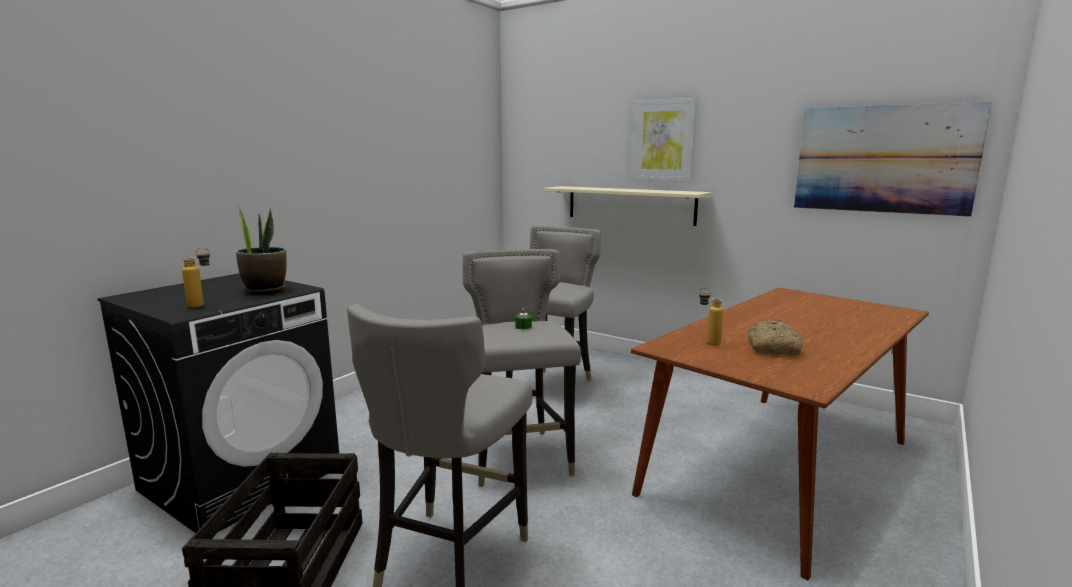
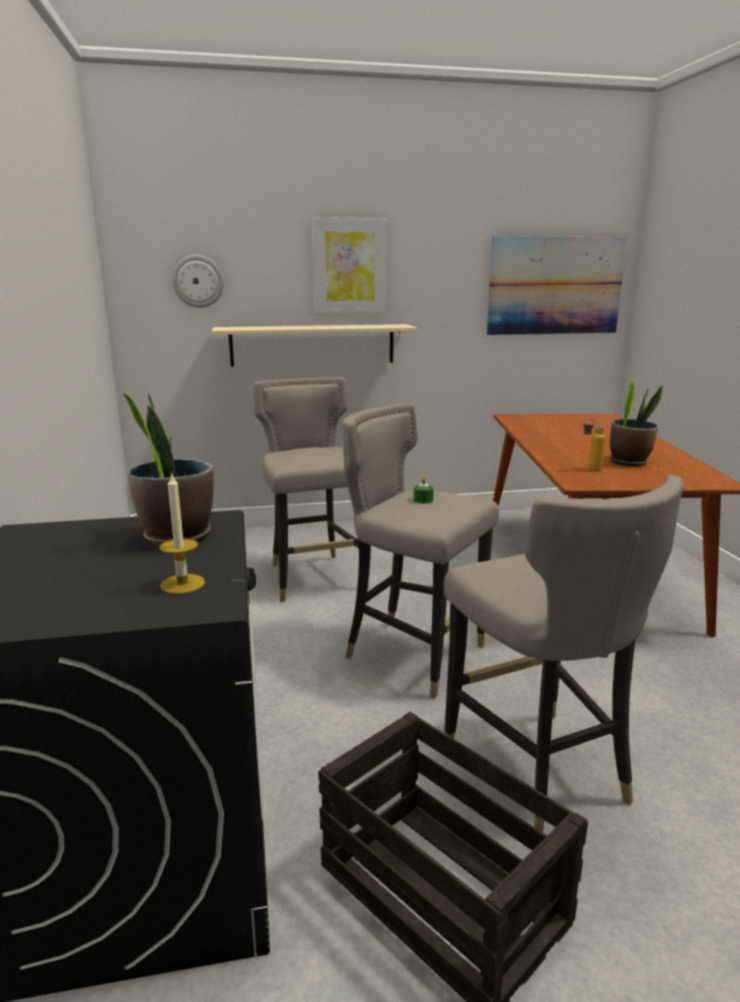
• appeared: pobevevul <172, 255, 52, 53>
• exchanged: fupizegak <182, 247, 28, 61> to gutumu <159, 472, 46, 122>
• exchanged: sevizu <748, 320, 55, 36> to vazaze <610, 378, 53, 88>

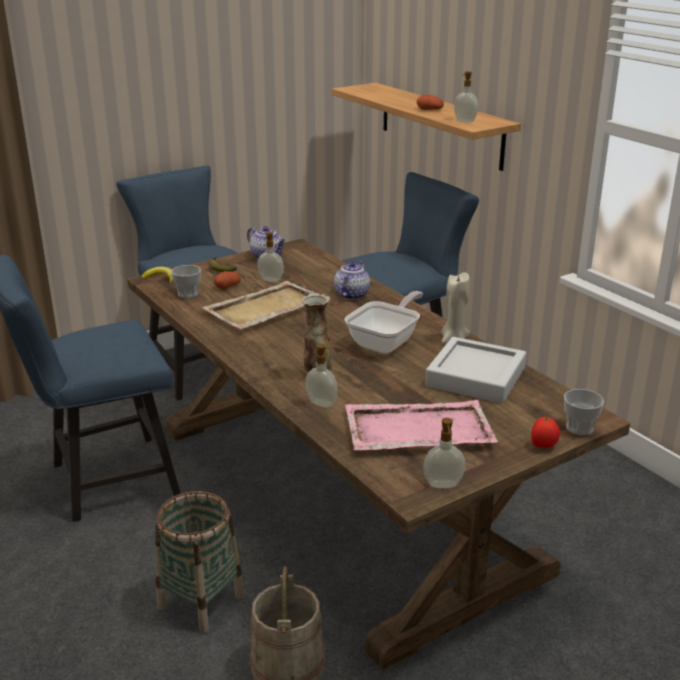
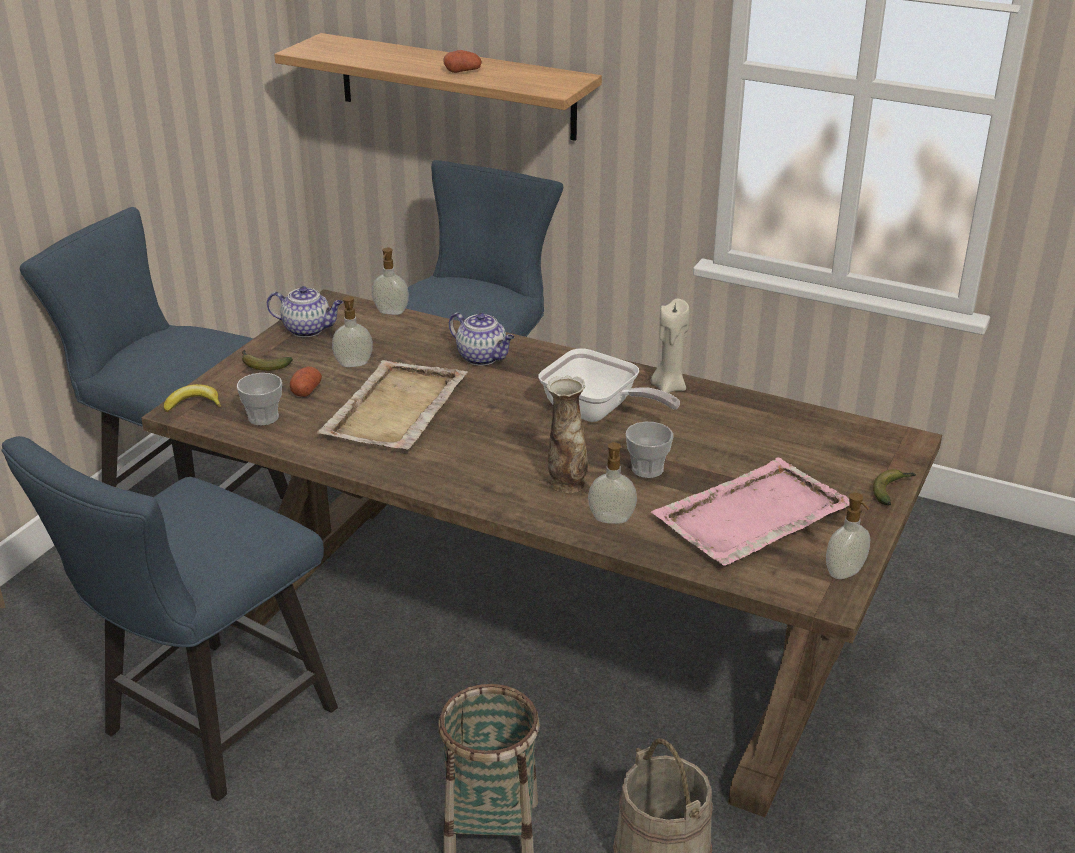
• missing: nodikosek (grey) <425, 337, 101, 67>
• relocated: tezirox <454, 71, 24, 52> to <372, 248, 37, 67>
• relocated: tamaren <564, 389, 40, 46> to <626, 422, 47, 56>
• exchanged: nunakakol <531, 417, 29, 31> to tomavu <873, 469, 43, 36>
• spun: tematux <334, 261, 36, 39> = <449, 312, 66, 54> 135 degrees clockwise
• spun: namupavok <345, 291, 78, 63> = <538, 348, 142, 74> 120 degrees clockwise

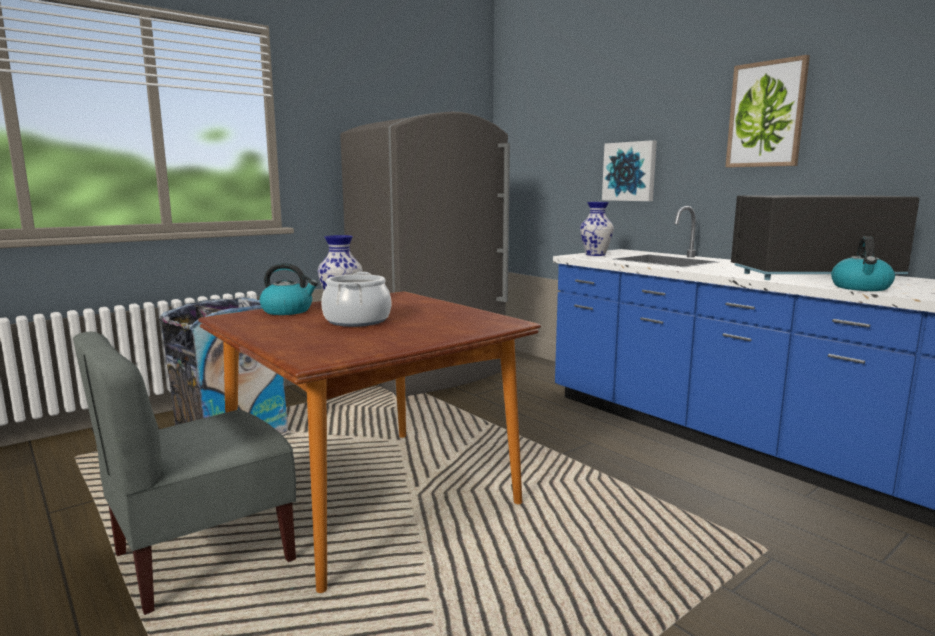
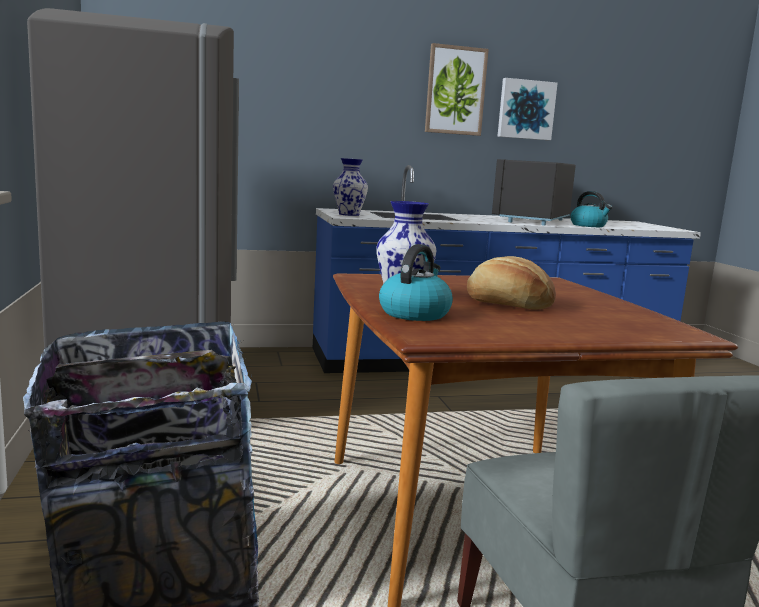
• relocated: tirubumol <602, 140, 55, 61> to <497, 78, 61, 62>
• exchanged: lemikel <321, 272, 70, 55> to sevizu <467, 256, 89, 54>

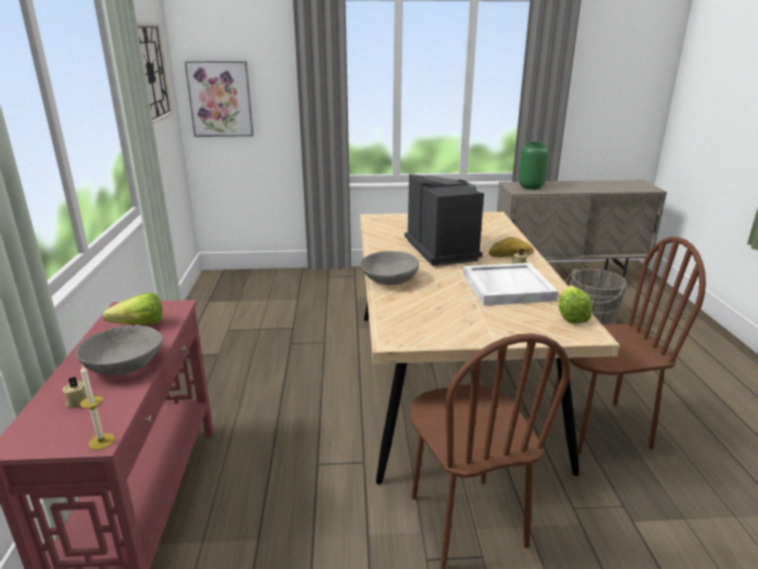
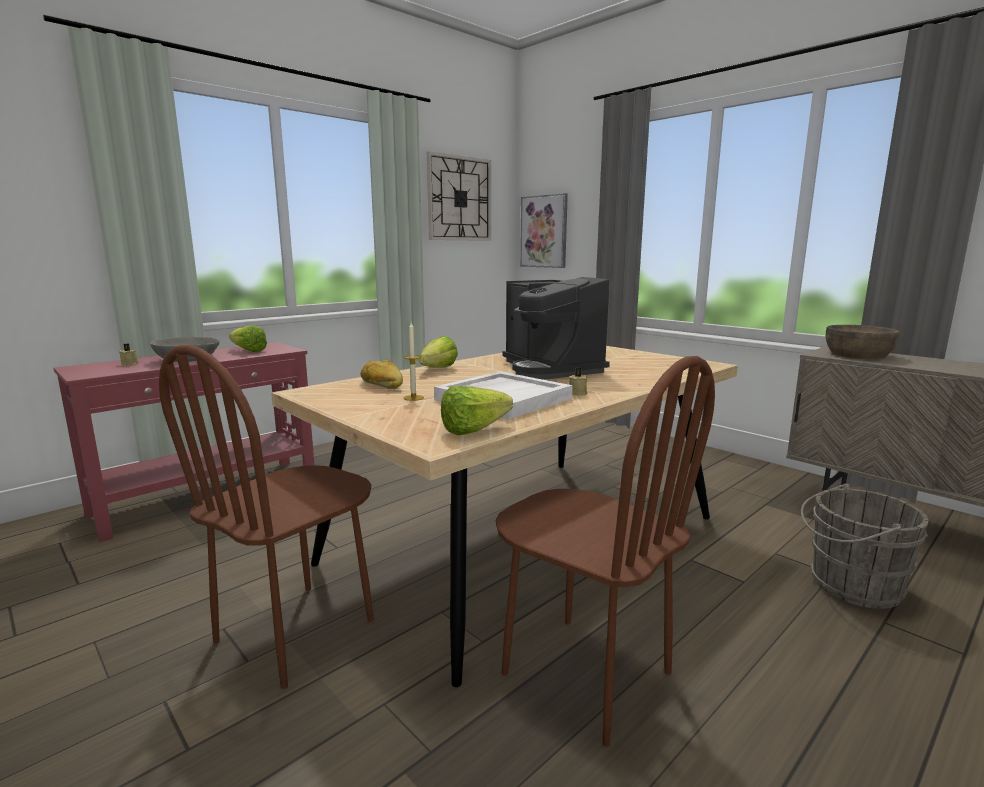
• relocated: gutumu <80, 365, 35, 85> to <403, 322, 21, 79>
• relocated: sevizu <489, 237, 45, 20> to <360, 360, 43, 29>
• exchanged: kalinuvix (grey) <360, 251, 59, 34> to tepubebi <419, 336, 39, 32>
• exchanged: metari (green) <519, 142, 30, 48> to kalinuvix (brown) <826, 325, 73, 34>
• spun: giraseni <405, 174, 79, 92> = <503, 277, 107, 103> 120 degrees clockwise

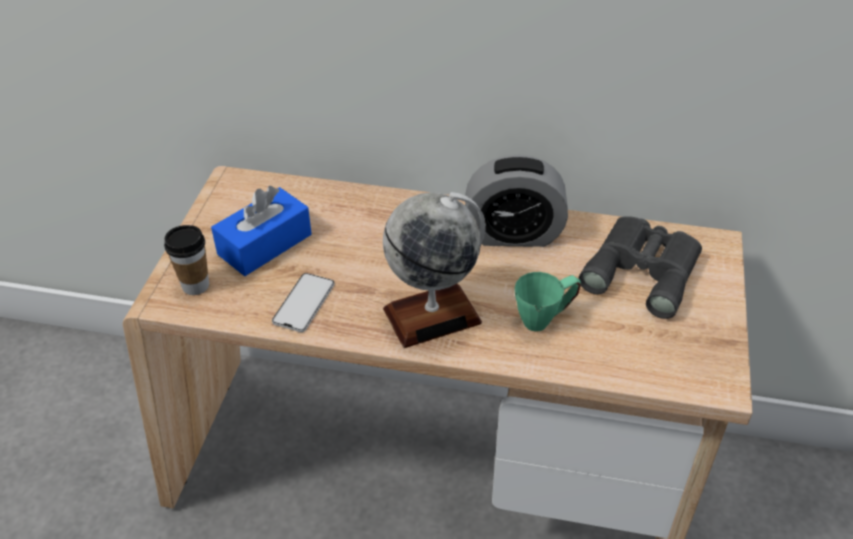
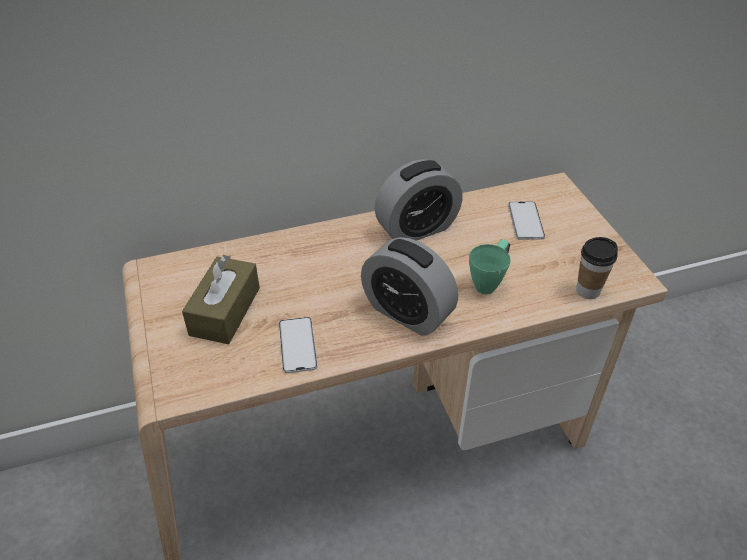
• relocated: tamaren <164, 225, 45, 70> to <576, 237, 42, 62>
• exchanged: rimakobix <383, 192, 103, 156> to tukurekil <361, 237, 97, 99>
• exchanged: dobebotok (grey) <579, 216, 123, 103> to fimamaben <508, 201, 37, 39>
• colour: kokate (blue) <211, 186, 101, 90> to kokate (brown) <182, 255, 78, 89>

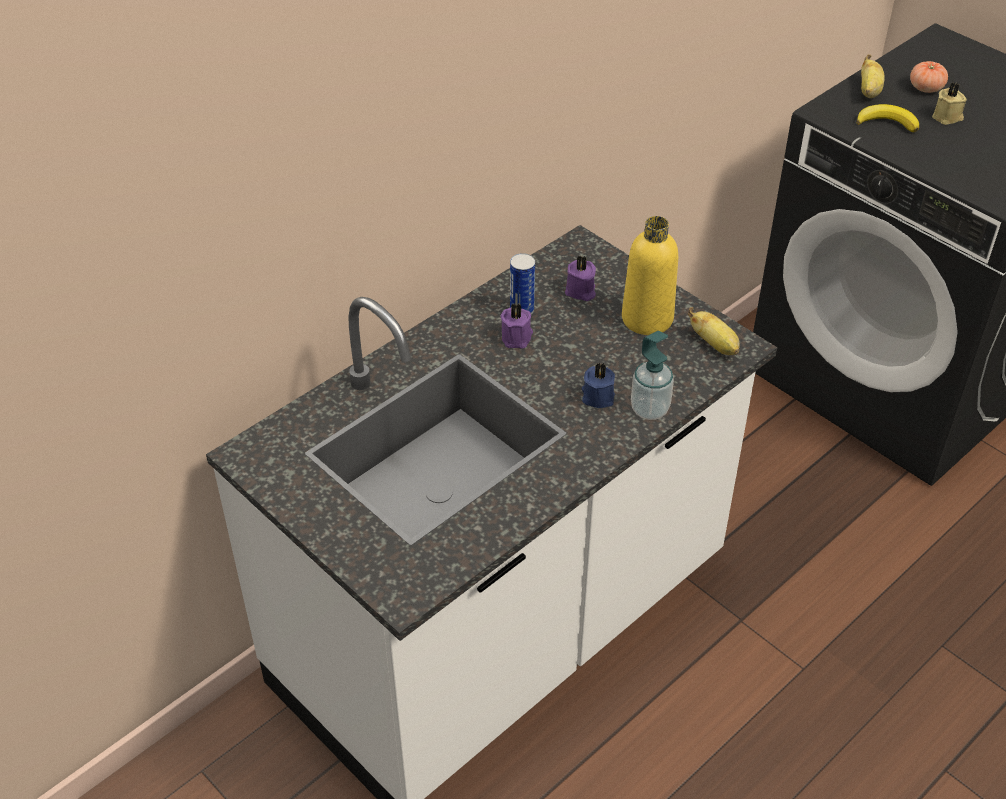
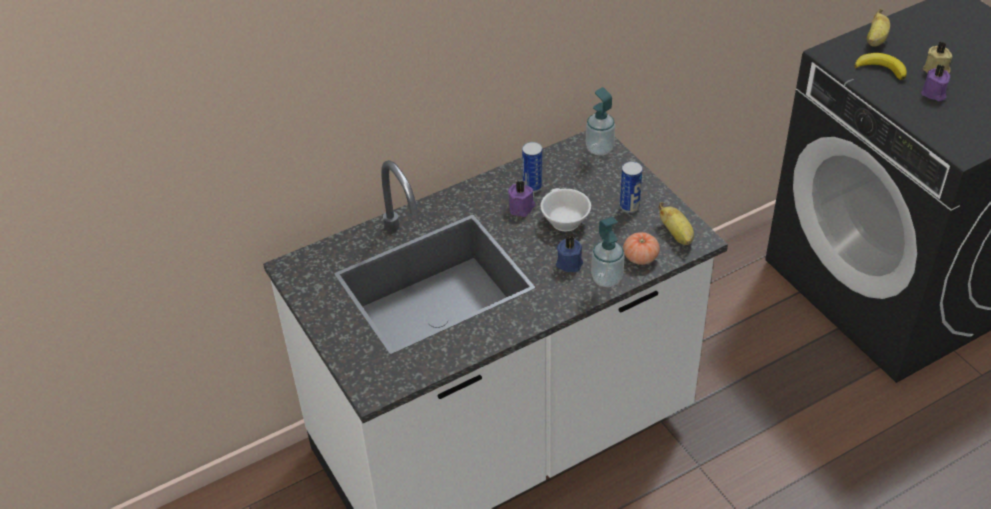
• appeared: tamaren (white) <540, 188, 51, 43>
• appeared: tezirox <586, 87, 29, 69>
• relocated: gutumu (purple) <565, 255, 31, 46> to <921, 65, 29, 36>
• relocated: nunakakol <910, 61, 38, 32> to <623, 232, 37, 33>
• exchanged: fupizegak (yellow) <622, 216, 56, 119> to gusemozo <620, 161, 23, 52>

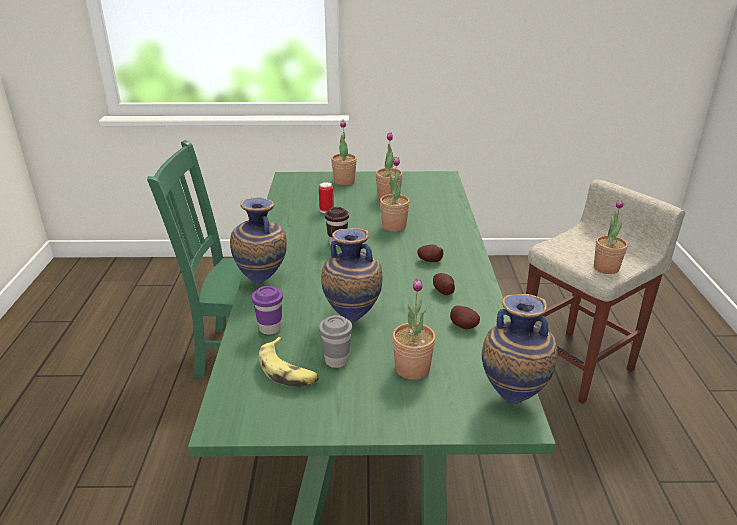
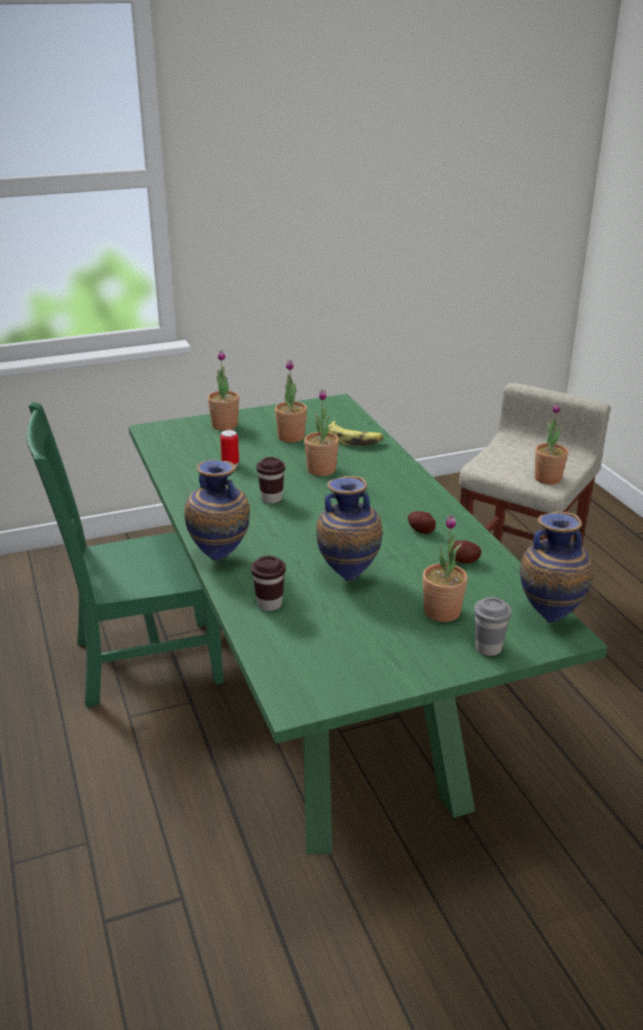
• missing: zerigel <417, 244, 26, 18>
• relocated: tomavu <259, 337, 60, 50> to <328, 421, 55, 25>
• relocated: tamaren (grey) <319, 315, 33, 53> to <474, 597, 38, 59>
• colour: tamaren (purple) <252, 286, 31, 49> to tamaren (brown) <251, 556, 35, 55>

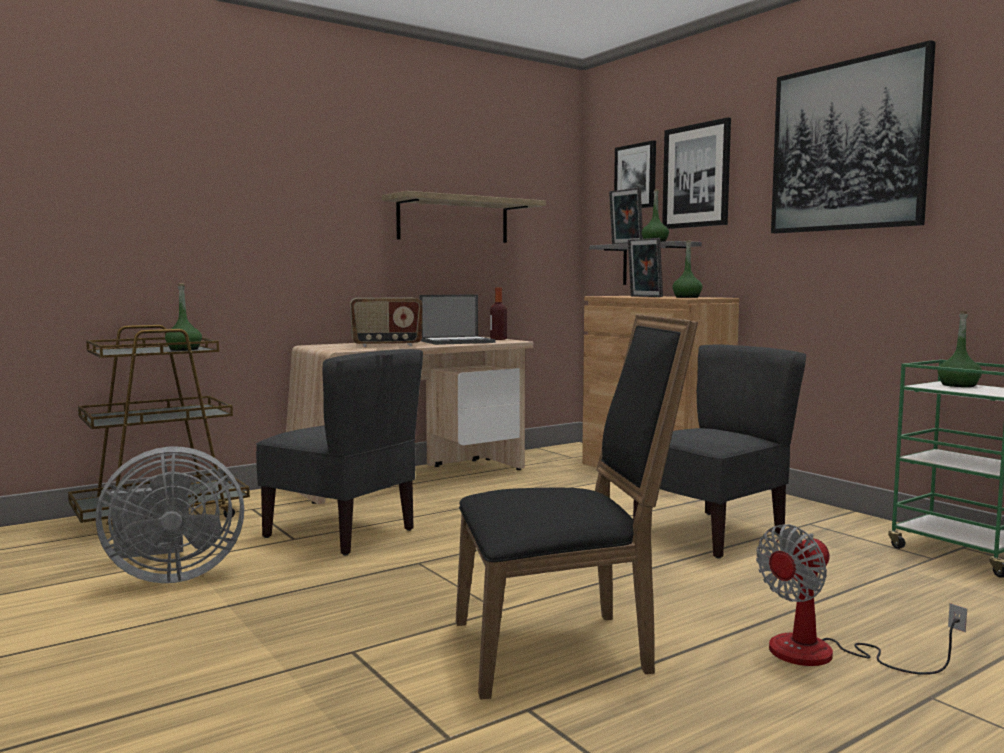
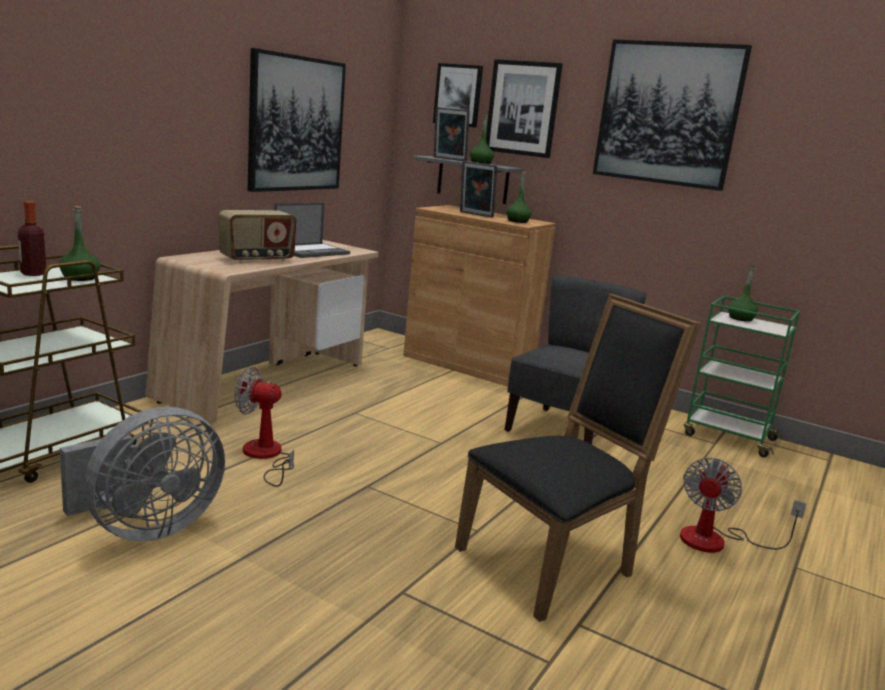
• relocated: fupizegak <490, 288, 17, 52> to <18, 201, 28, 75>
• exchanged: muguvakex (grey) <256, 349, 167, 207> to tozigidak <235, 367, 59, 120>
• exchanged: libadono <382, 191, 164, 52> to tirubumol <248, 48, 98, 144>

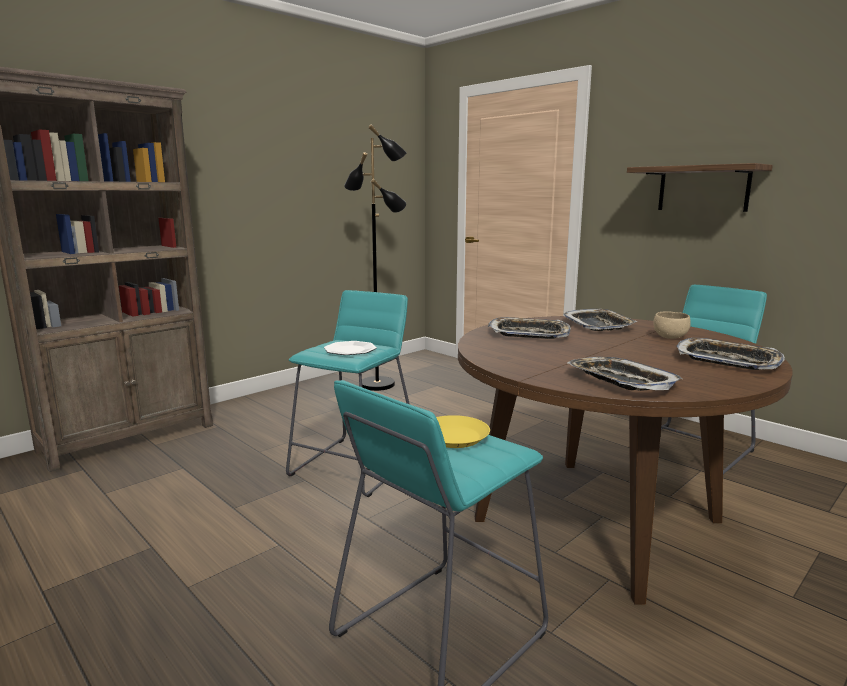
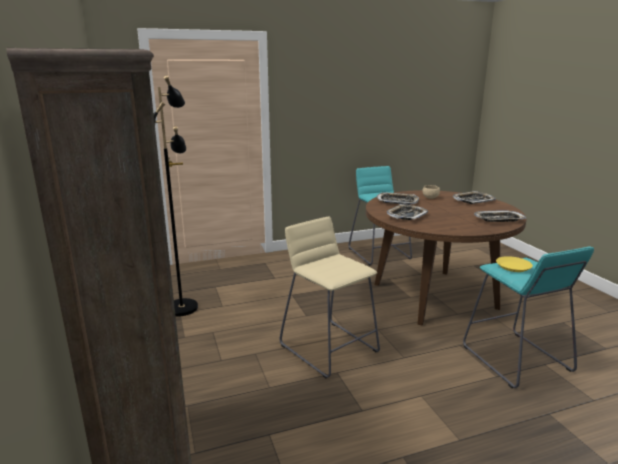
• missing: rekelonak <324, 341, 53, 14>
• missing: libadono <627, 163, 146, 49>
• colour: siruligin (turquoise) <286, 290, 123, 207> to siruligin (beige) <280, 216, 100, 162>

